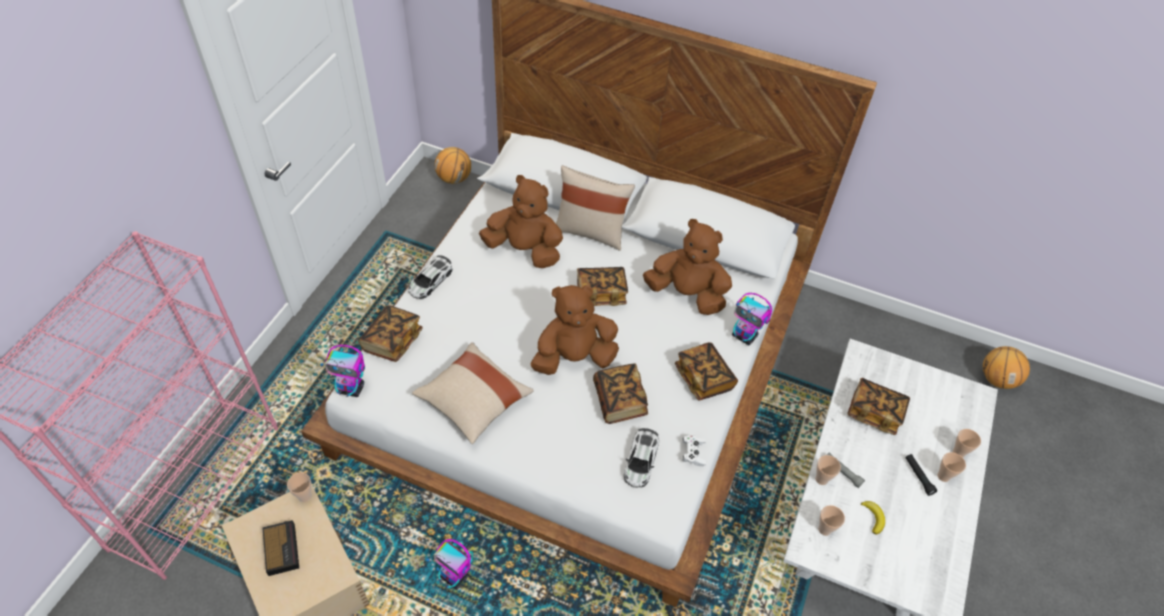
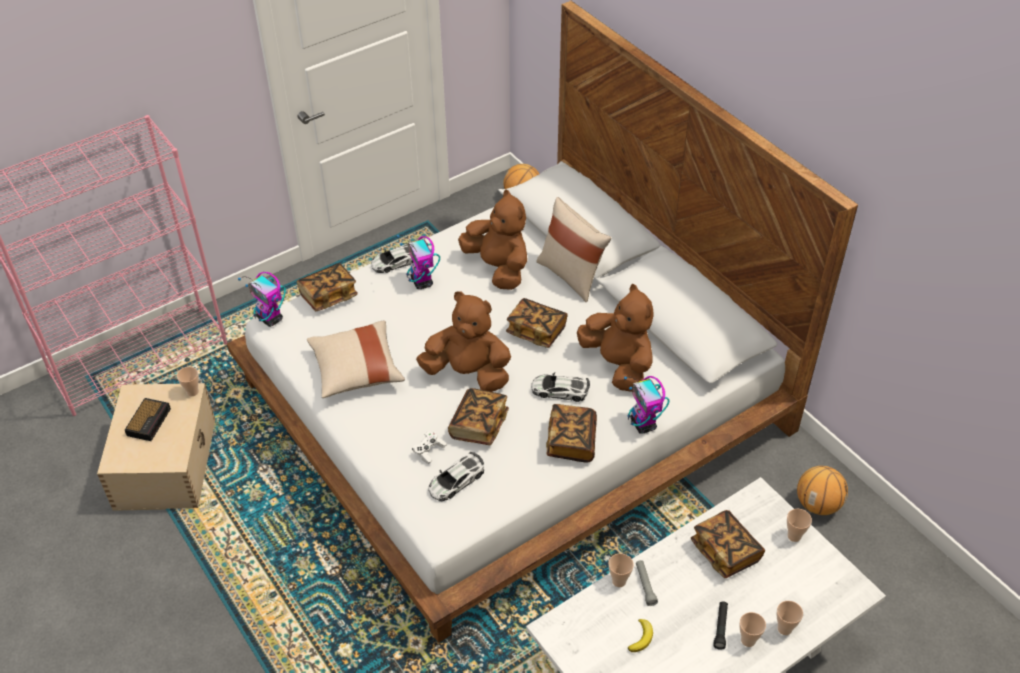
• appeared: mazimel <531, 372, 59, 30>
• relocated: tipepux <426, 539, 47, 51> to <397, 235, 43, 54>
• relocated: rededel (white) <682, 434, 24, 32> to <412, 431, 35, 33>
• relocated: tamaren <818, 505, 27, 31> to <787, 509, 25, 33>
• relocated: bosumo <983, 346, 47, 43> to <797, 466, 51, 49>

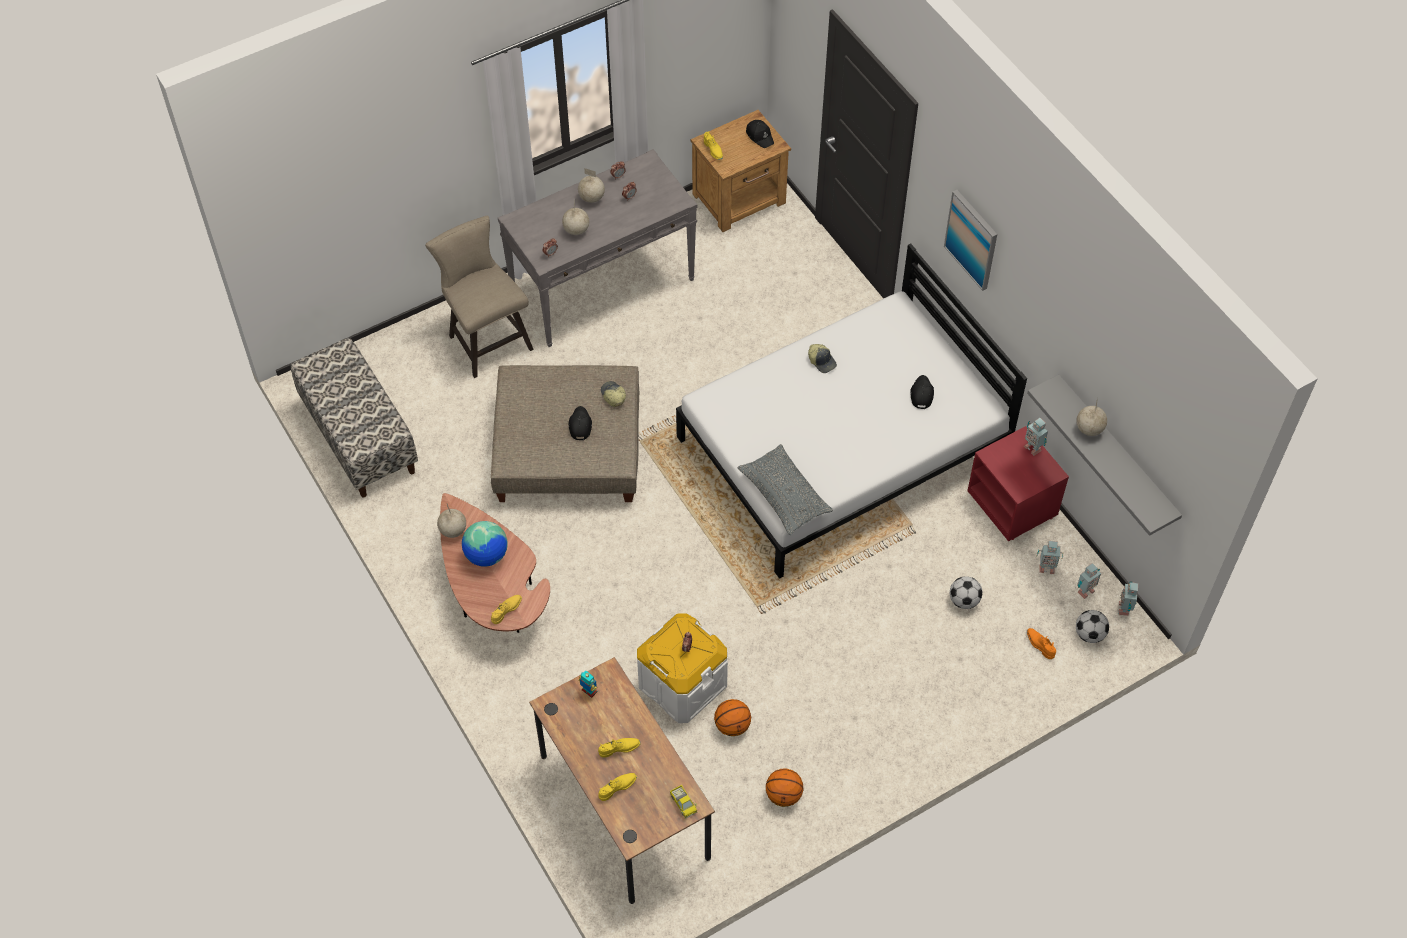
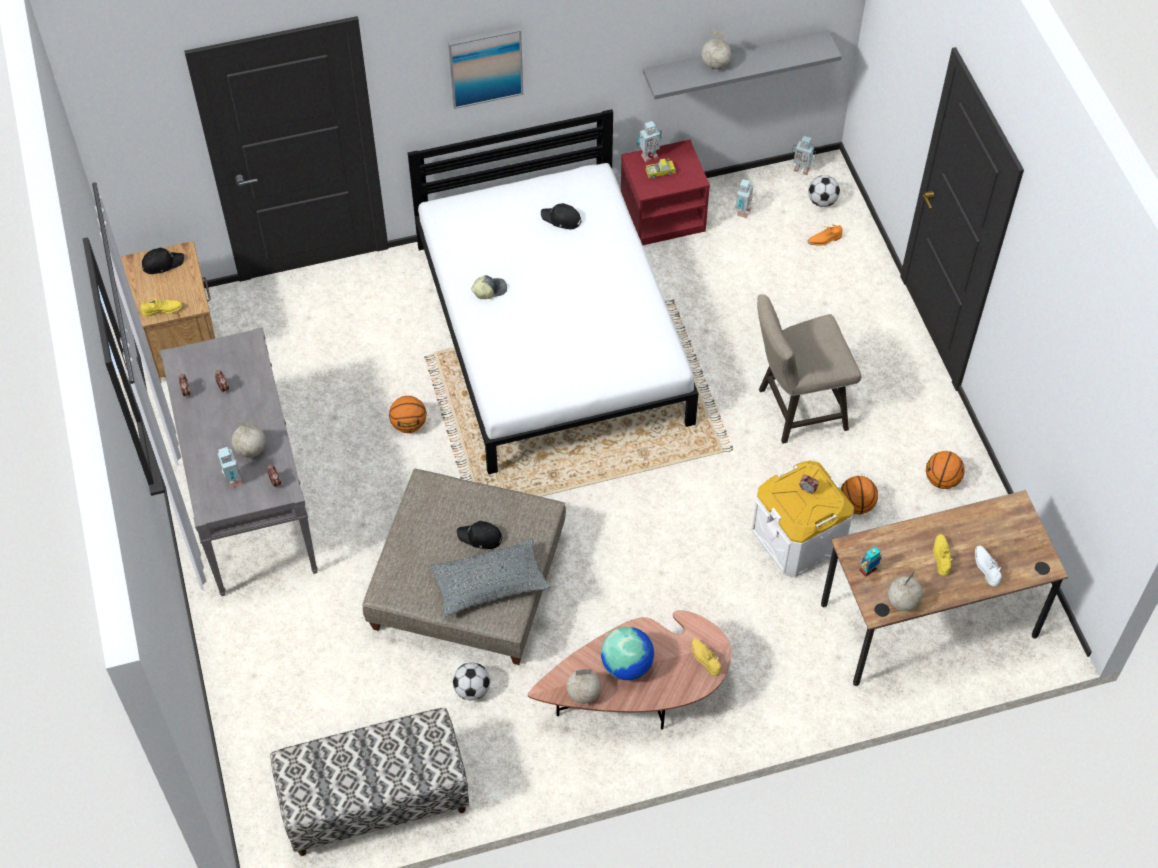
• missing: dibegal <601, 381, 25, 26>
• appeared: bosumo <389, 396, 38, 37>
• relocated: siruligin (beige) <425, 216, 109, 162> to <757, 294, 104, 150>
• relocated: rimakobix <578, 168, 27, 35> to <887, 570, 36, 41>
• relocated: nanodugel <670, 785, 27, 34> to <645, 159, 31, 20>
• relocated: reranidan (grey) <738, 444, 95, 91> to <430, 538, 120, 79>
• relocated: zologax <950, 576, 32, 33> to <453, 663, 37, 38>
• relocated: tipepux <1077, 563, 24, 36> to <218, 447, 24, 41>
• colour: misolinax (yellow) <598, 773, 39, 28> to misolinax (white) <975, 546, 27, 40>

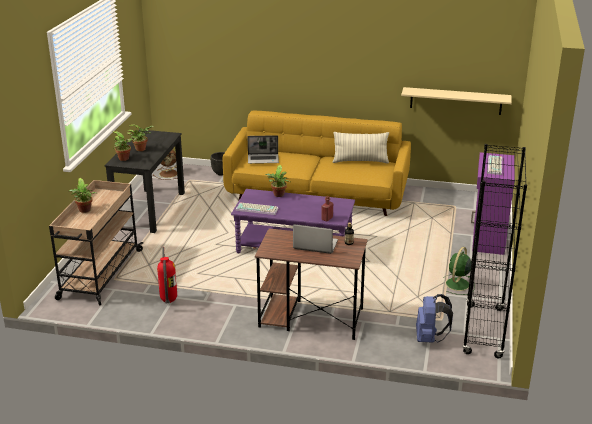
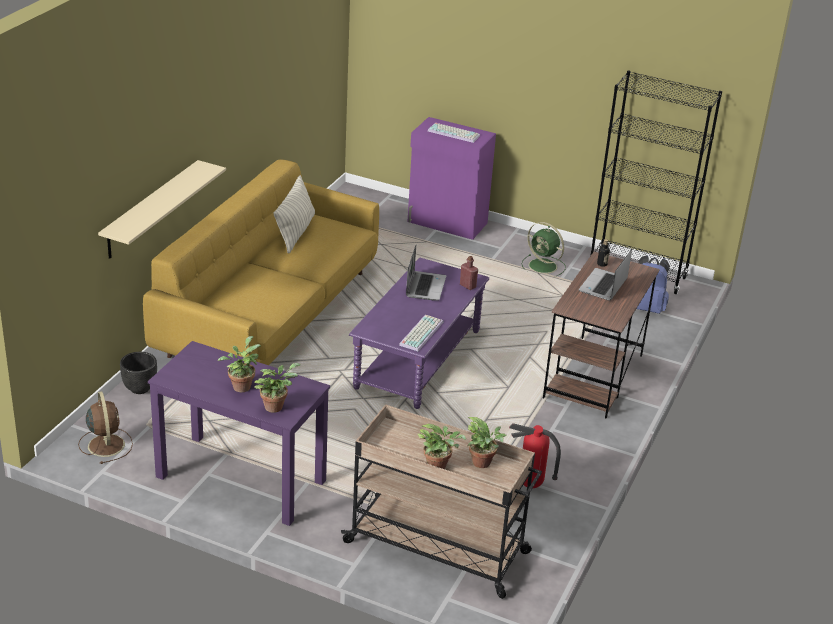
• relocated: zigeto <248, 135, 31, 29> to <406, 245, 40, 56>
• relocated: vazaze <266, 165, 25, 32> to <467, 417, 40, 51>
• relocated: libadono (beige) <401, 87, 111, 28> to <98, 160, 128, 99>
• colour: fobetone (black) <104, 130, 81, 103> to fobetone (purple) <148, 341, 182, 185>

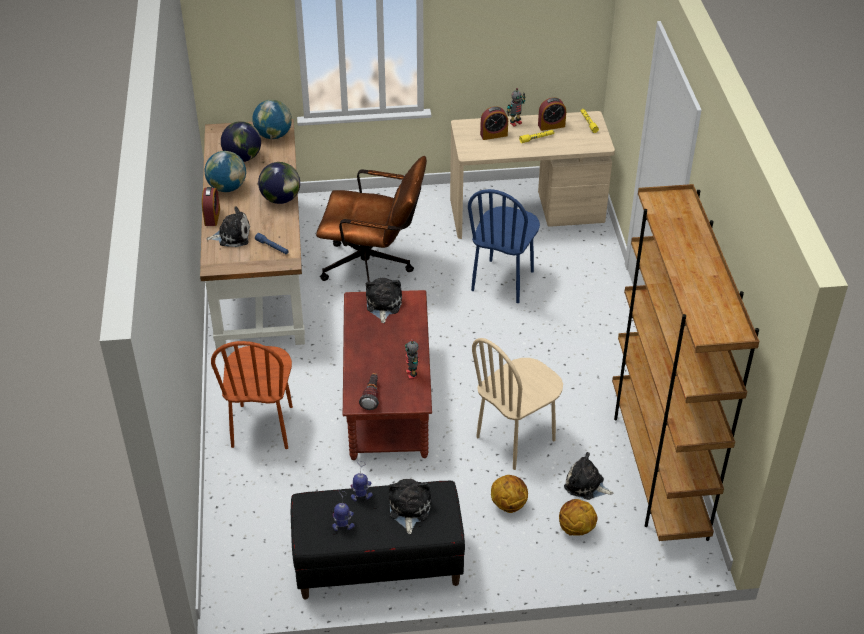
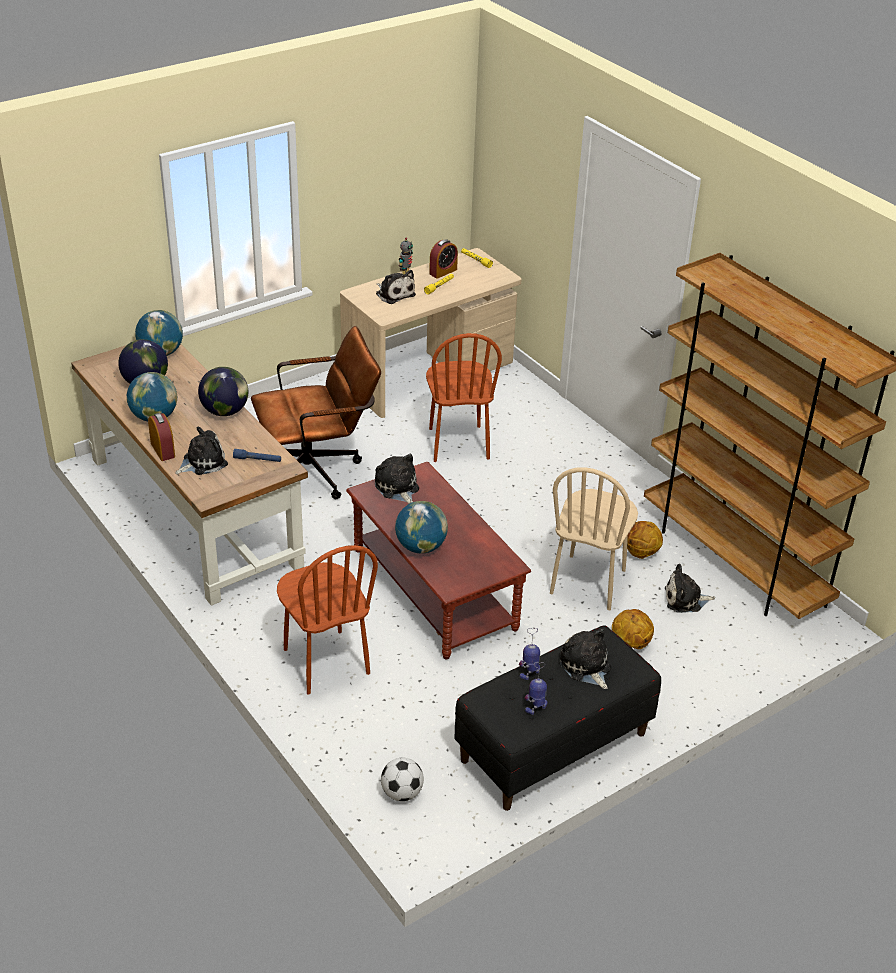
• missing: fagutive <359, 373, 20, 37>
• missing: tipepux <405, 339, 14, 41>
• appeared: zologax <381, 758, 43, 43>
• appeared: rimakobix <395, 501, 53, 52>
• relocated: bosumo <559, 499, 38, 37> to <627, 521, 36, 38>
• exchanged: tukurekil <480, 106, 28, 34> to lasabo <376, 270, 40, 34>
• colour: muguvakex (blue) <468, 189, 72, 114> to muguvakex (brown) <426, 333, 76, 129>

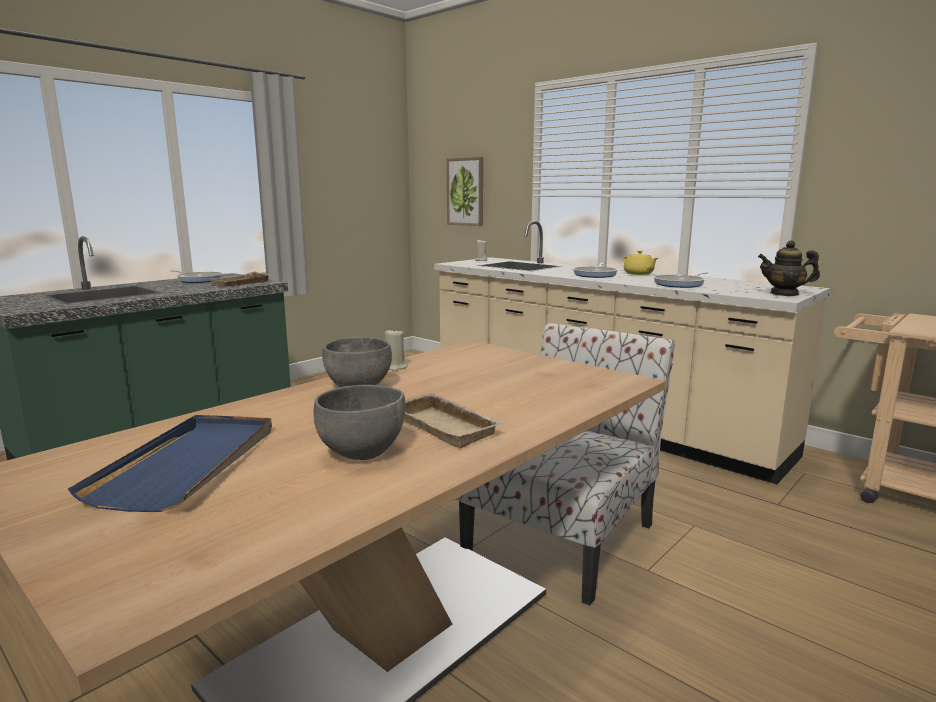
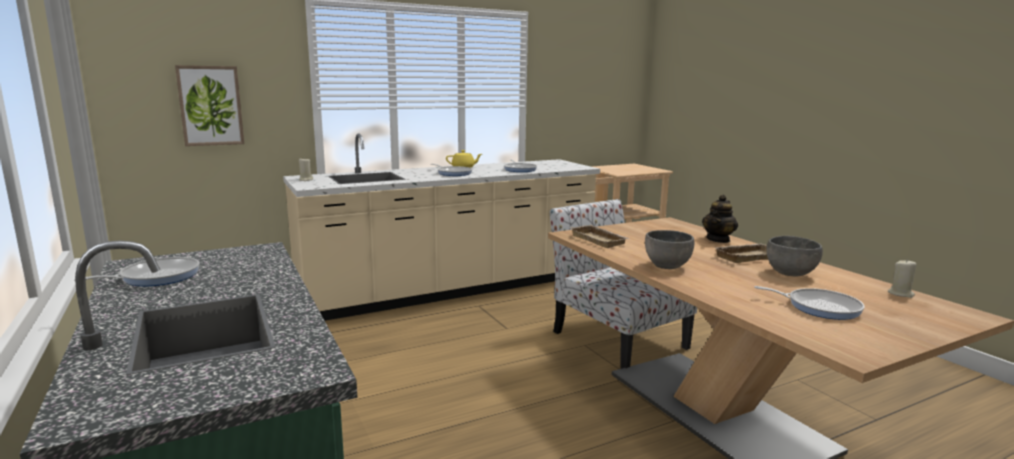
• relocated: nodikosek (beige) <210, 271, 61, 16> to <570, 225, 60, 23>
• relocated: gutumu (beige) <385, 328, 23, 43> to <888, 259, 29, 39>
• relocated: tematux <758, 240, 62, 56> to <702, 195, 36, 48>
• exchanged: nodikosek (blue) <68, 415, 204, 97> to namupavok <755, 286, 109, 34>

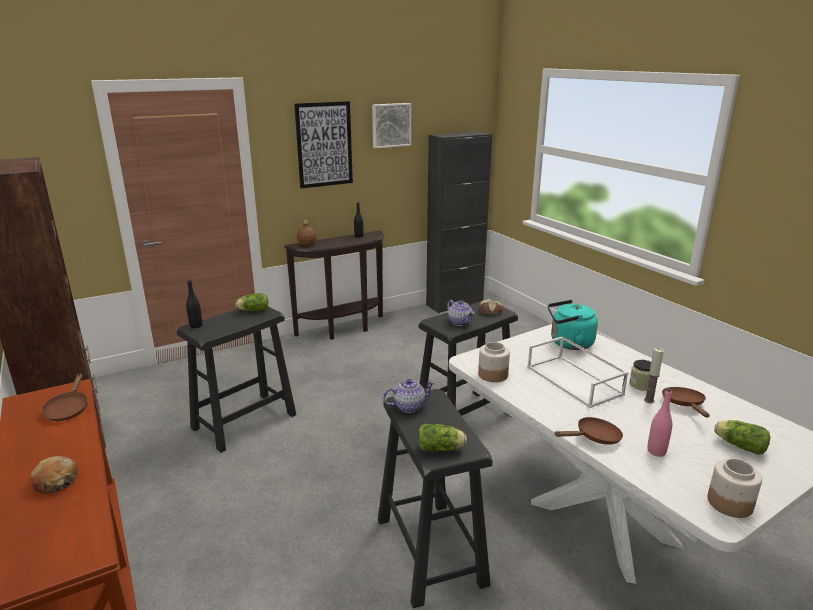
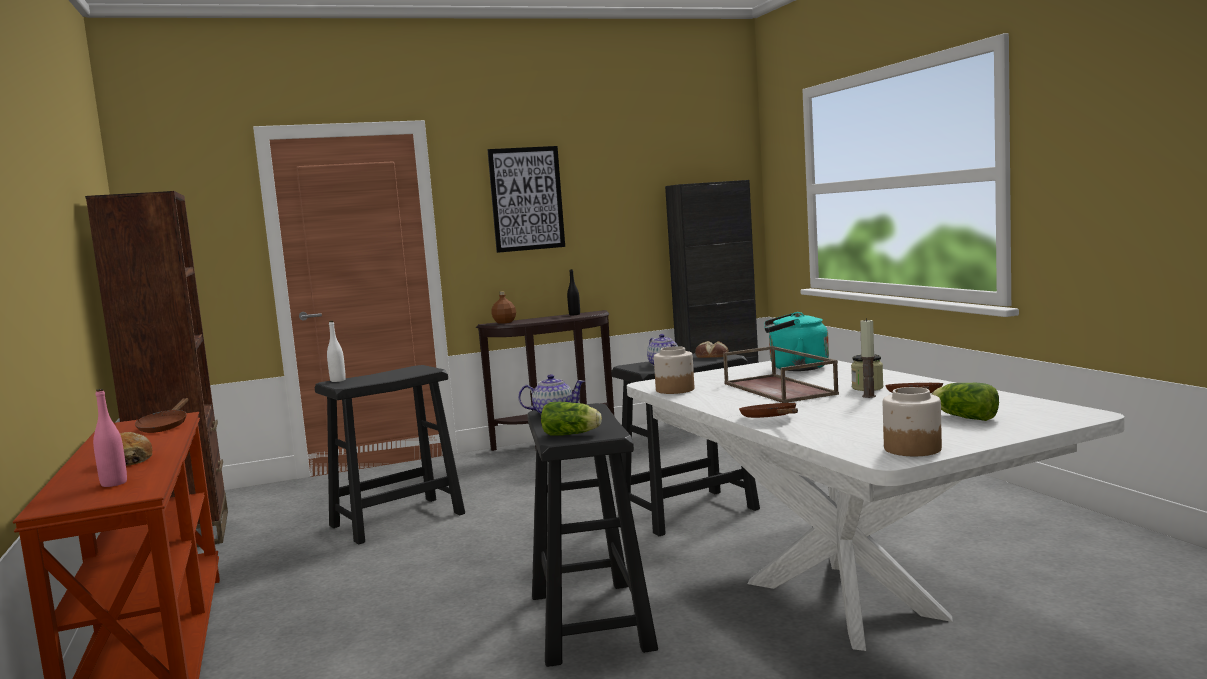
• missing: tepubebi <236, 293, 32, 18>
• missing: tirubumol <372, 103, 39, 45>
• relocated: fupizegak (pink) <647, 388, 25, 69> to <93, 389, 34, 98>
• colour: fupizegak (black) <186, 280, 16, 48> to fupizegak (white) <327, 321, 19, 61>
• colour: nodikosek (white) <527, 336, 102, 72> to nodikosek (brown) <723, 346, 116, 57>
• spun: namupavok (brown) <554, 417, 69, 28> = <739, 403, 59, 15> 90 degrees counterclockwise

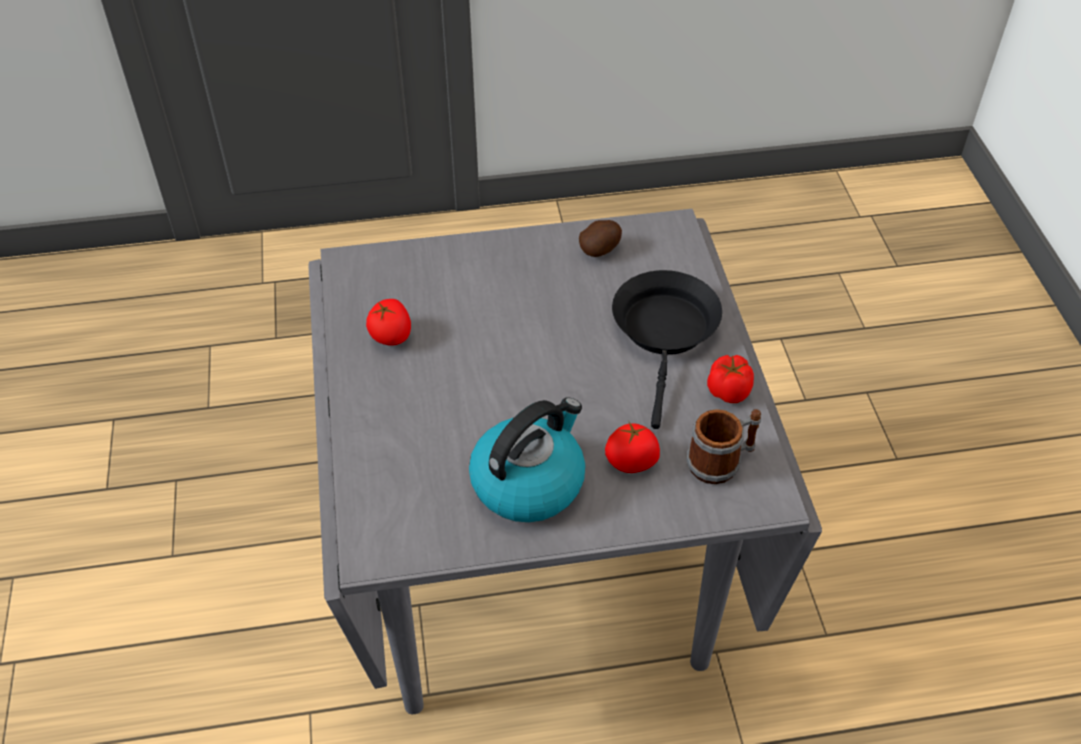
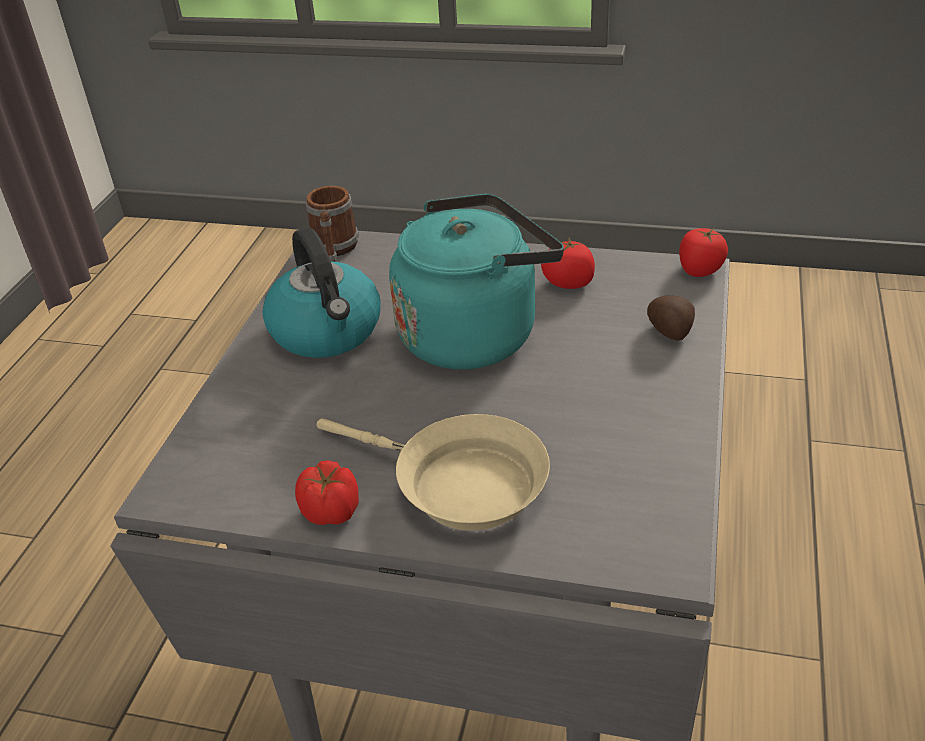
• appeared: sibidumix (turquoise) <389, 194, 175, 175>
• relocated: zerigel <579, 220, 43, 37> to <647, 296, 48, 45>
• relocated: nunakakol <605, 422, 55, 51> to <679, 228, 49, 49>
• relocated: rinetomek <686, 409, 75, 75> to <305, 186, 54, 76>
• colour: namupavok (black) <612, 270, 110, 159> to namupavok (beige) <317, 414, 233, 117>

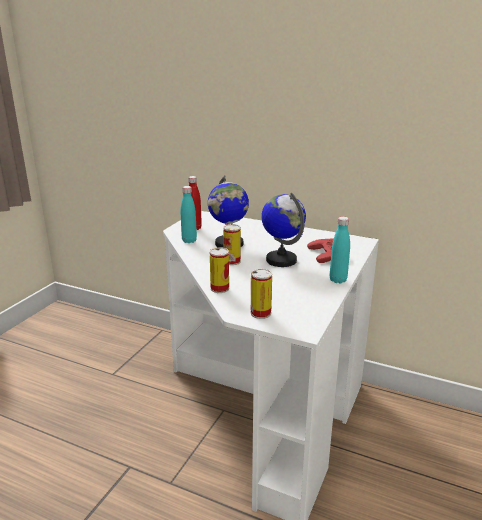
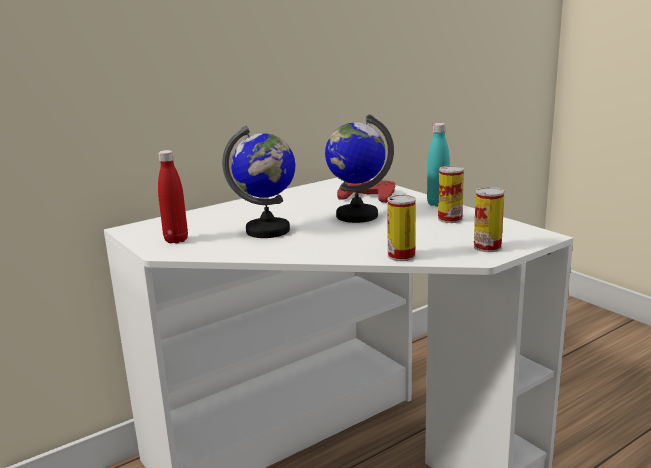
• missing: fupizegak (turquoise) <181, 186, 16, 57>
• relocated: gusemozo <223, 224, 18, 41> to <438, 166, 26, 57>

